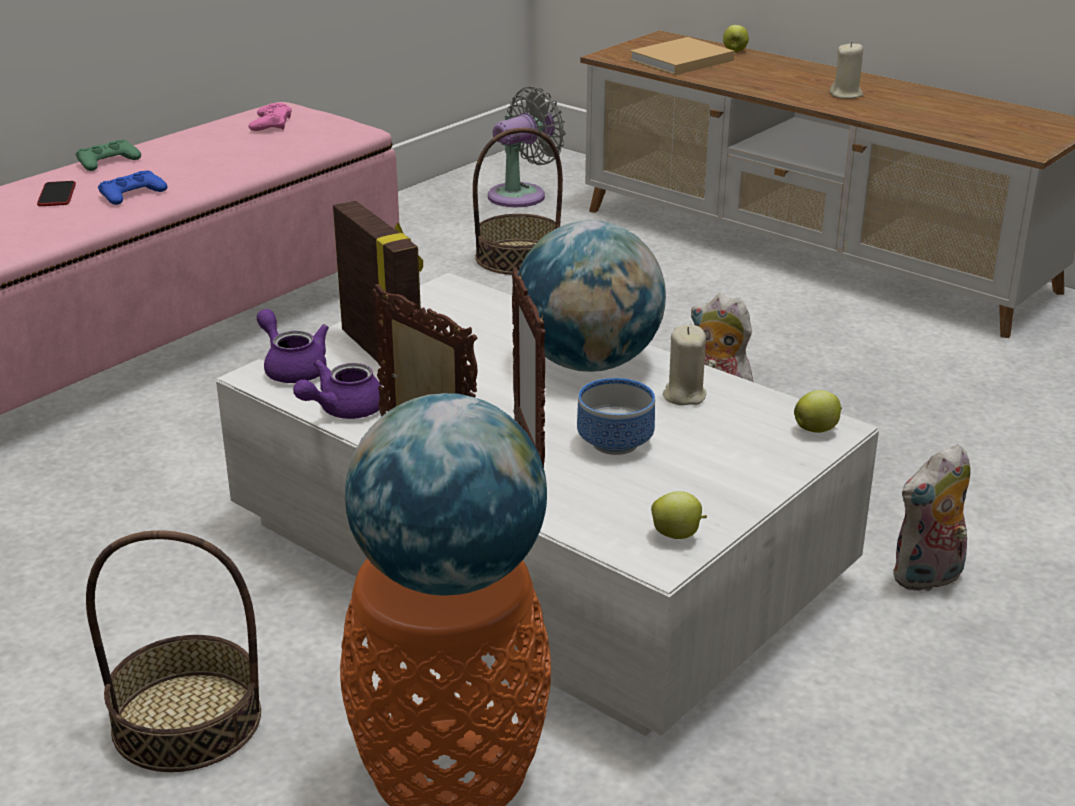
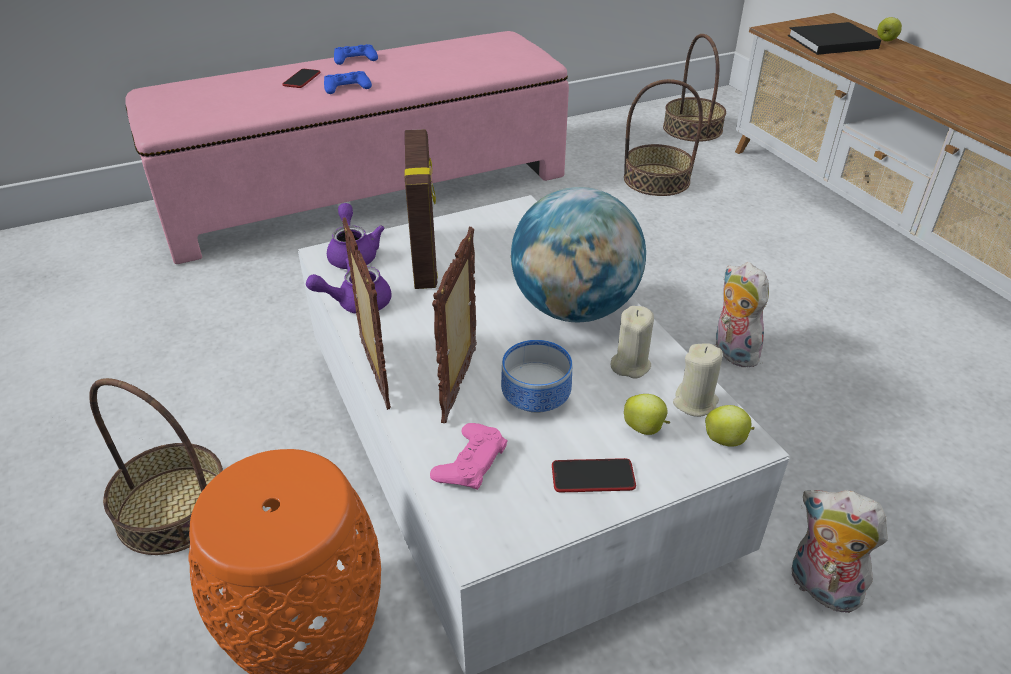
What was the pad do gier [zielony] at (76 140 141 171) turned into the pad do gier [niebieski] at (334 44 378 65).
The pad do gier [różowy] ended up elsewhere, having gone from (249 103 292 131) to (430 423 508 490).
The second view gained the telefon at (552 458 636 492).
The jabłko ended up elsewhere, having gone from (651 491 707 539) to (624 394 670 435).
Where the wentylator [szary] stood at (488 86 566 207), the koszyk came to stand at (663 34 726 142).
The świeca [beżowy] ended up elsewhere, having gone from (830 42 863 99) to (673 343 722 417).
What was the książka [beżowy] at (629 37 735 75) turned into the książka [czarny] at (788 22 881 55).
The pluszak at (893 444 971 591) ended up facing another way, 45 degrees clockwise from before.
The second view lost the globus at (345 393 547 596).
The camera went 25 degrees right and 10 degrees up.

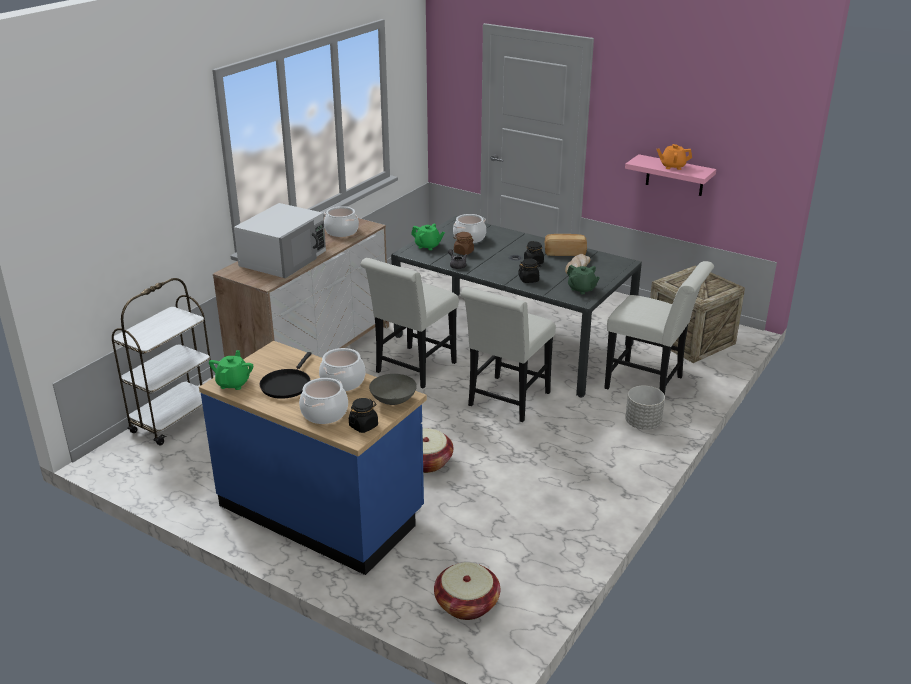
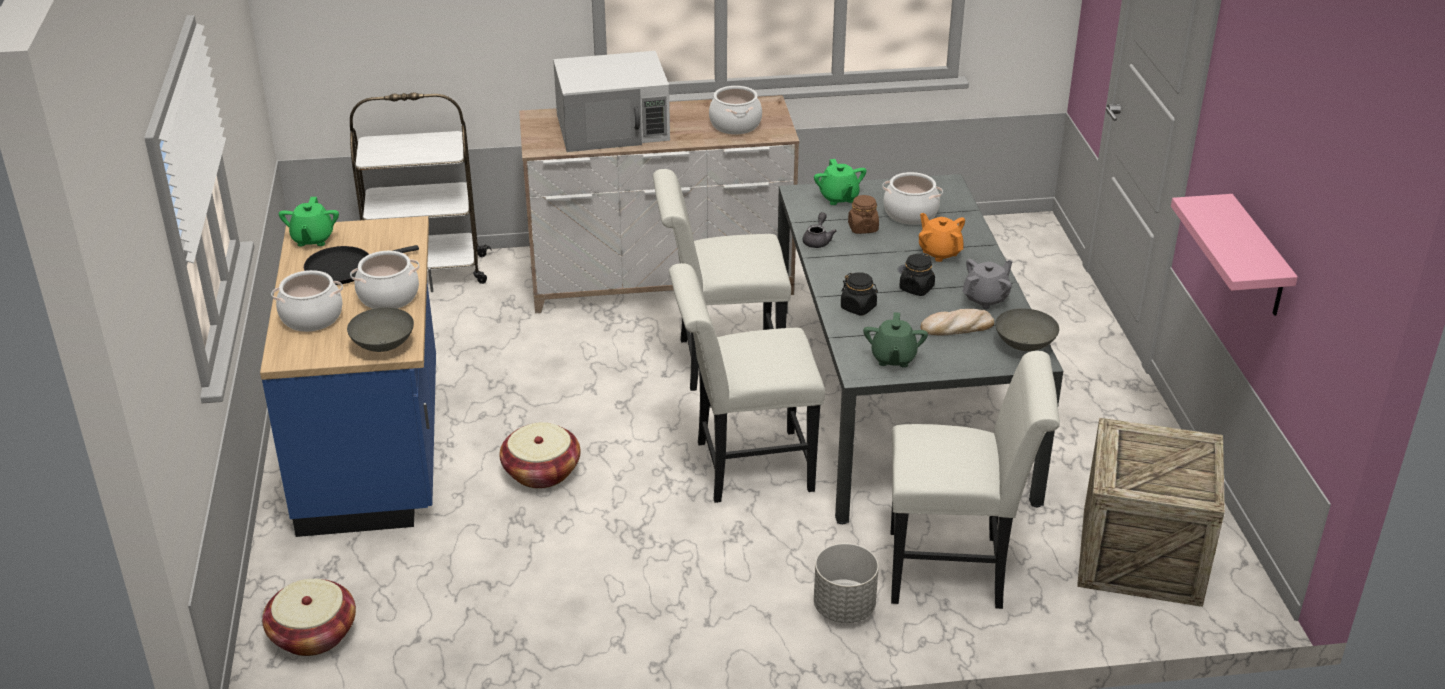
The imbryk [zielony] at (209 350 253 390) ended up facing another way, 120 degrees clockwise from before.
The krzesło [biały] at (604 261 714 395) ended up facing another way, 75 degrees counterclockwise from before.
The imbryk [pomarańczowy] ended up elsewhere, having gone from (657 144 692 170) to (919 213 965 262).
Where the chleb stood at (545 234 587 256), the imbryk [szary] came to stand at (962 259 1012 309).
The second view gained the miska [szary] at (995 308 1059 351).
The second view lost the słoik [czarny] at (349 398 378 433).
The camera went 50 degrees right and 5 degrees up.

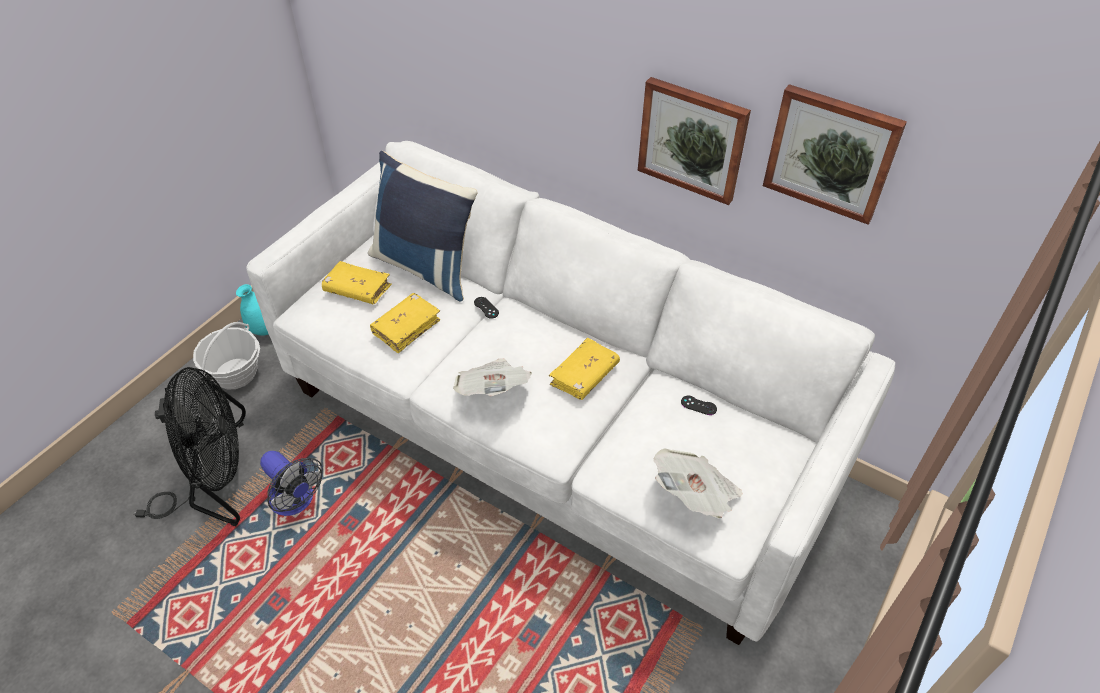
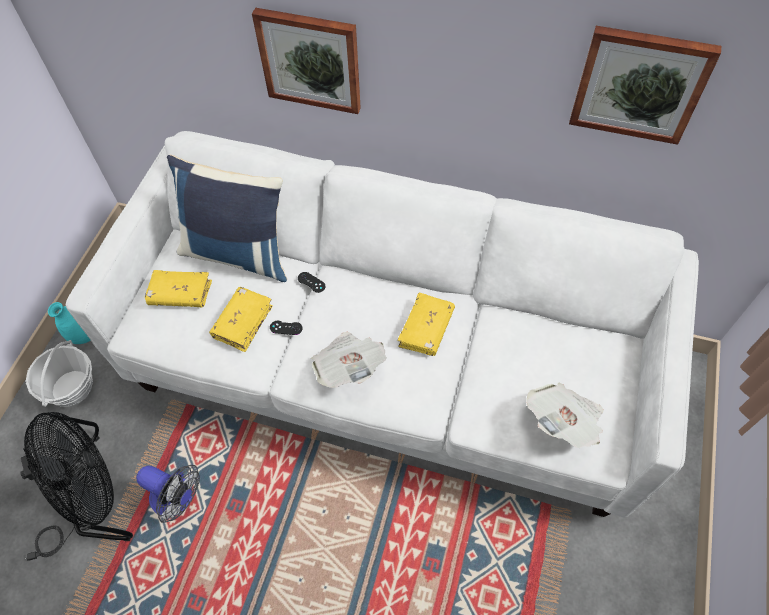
The obraz ended up elsewhere, having gone from (638 77 751 205) to (252 8 361 114).
The pad do gier [czarny] ended up elsewhere, having gone from (681 396 717 415) to (270 321 303 335).
The camera went 15 degrees left and 10 degrees up.

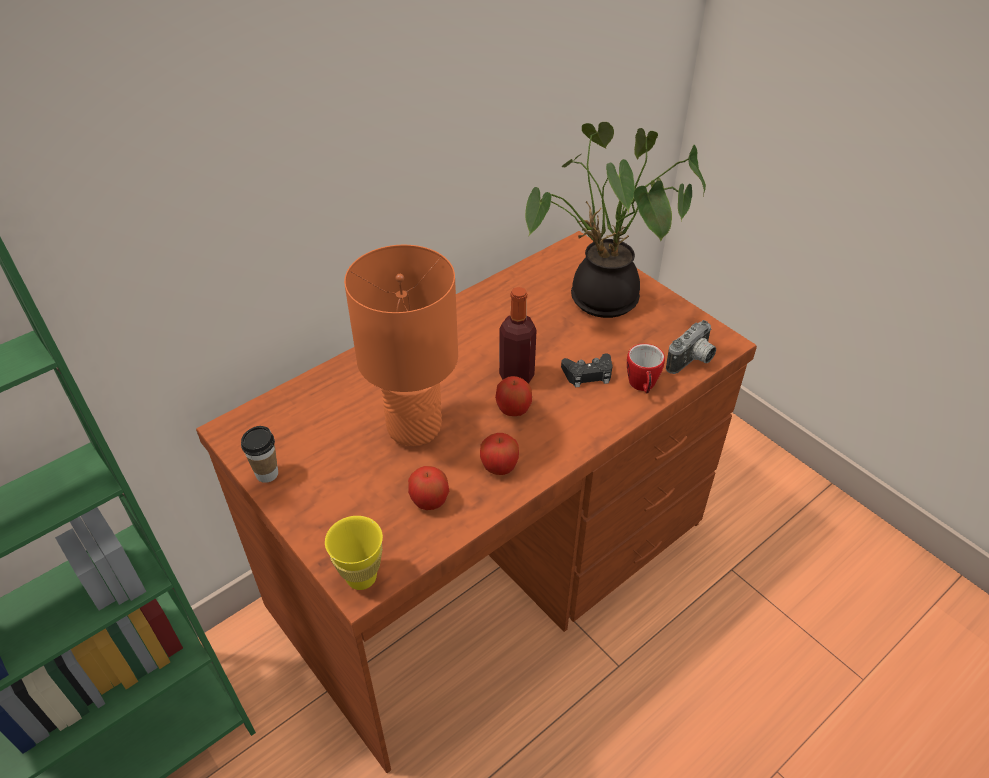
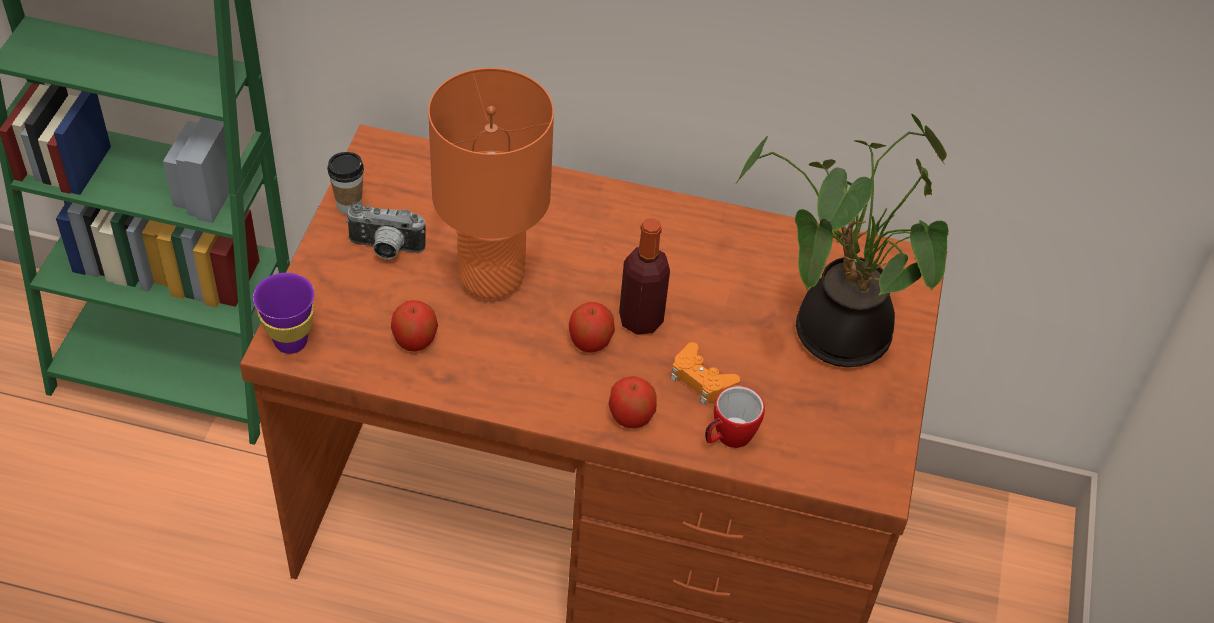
What was the filiżanka [żółty] at (325 516 383 590) turned into the filiżanka [fioletowy] at (253 273 314 354).
The aparat fotograficzny ended up elsewhere, having gone from (666 320 716 374) to (345 203 426 259).
The jabłko ended up elsewhere, having gone from (480 433 519 475) to (608 376 657 428).
What was the pad do gier [czarny] at (561 353 613 387) turned into the pad do gier [pomarańczowy] at (671 342 740 405).
The camera went 50 degrees right and 5 degrees up.

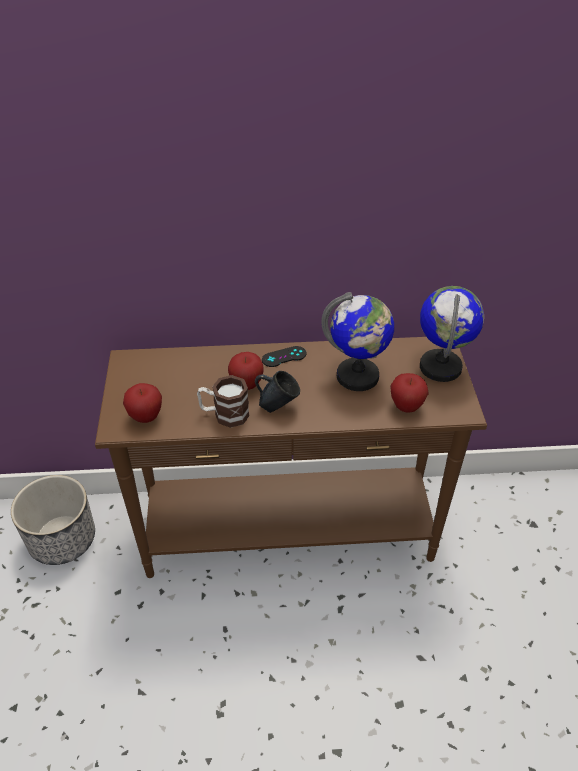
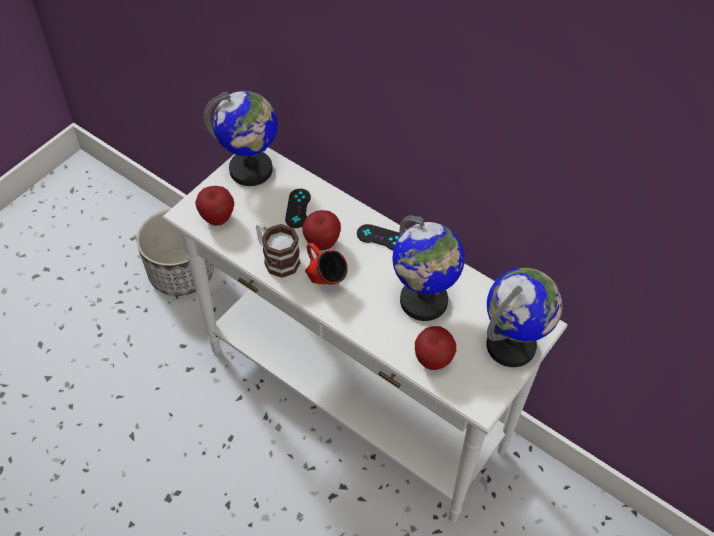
What was the stolik konsolowy [brązowy] at (95 337 487 578) turned into the stolik konsolowy [biały] at (162 147 568 522).
The second view gained the globus at (203 91 278 186).
The second view gained the pad do gier [czarny] at (285 189 311 228).
What was the kubek [niebieski] at (255 371 300 413) turned into the kubek [czerwony] at (305 243 348 284).
The camera went 40 degrees right and 10 degrees up.

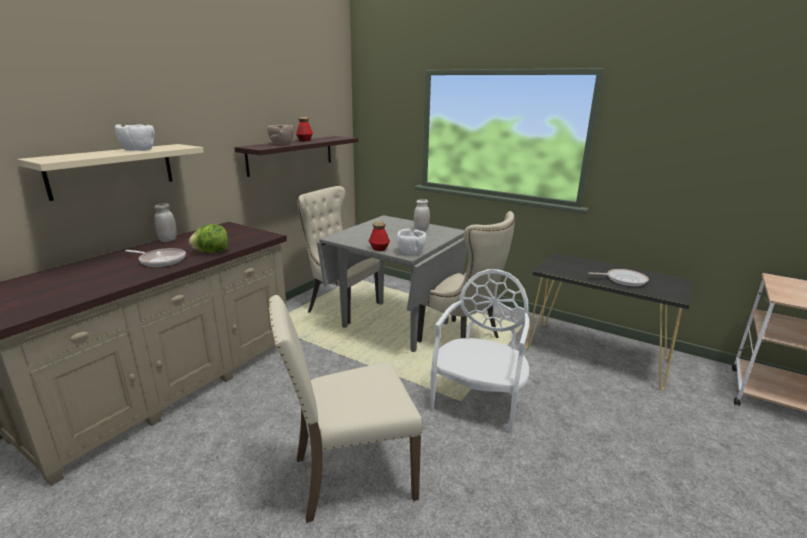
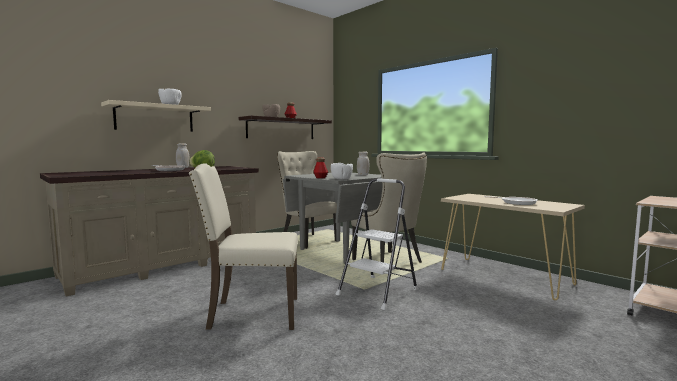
Where the krzesło [biały] stood at (430 269 530 434), the drabinka [biały] came to stand at (335 178 419 310).
What was the stolik konsolowy [czarny] at (525 253 692 390) turned into the stolik konsolowy [beżowy] at (441 194 585 300).
The camera went 15 degrees right and 15 degrees down.

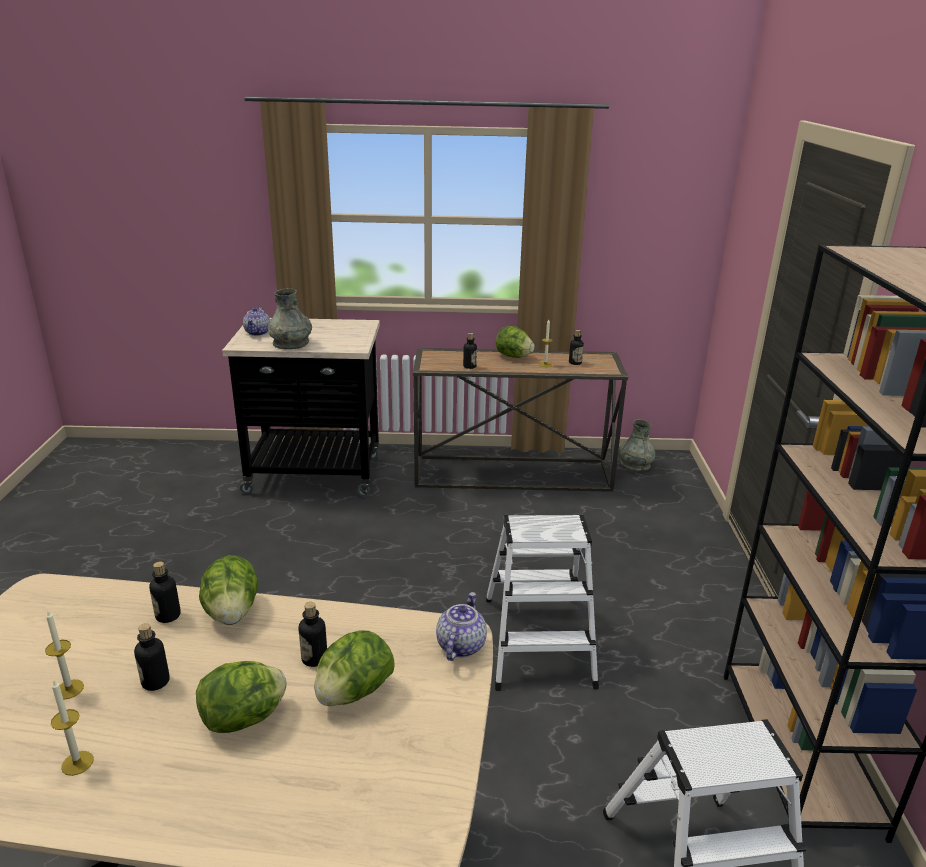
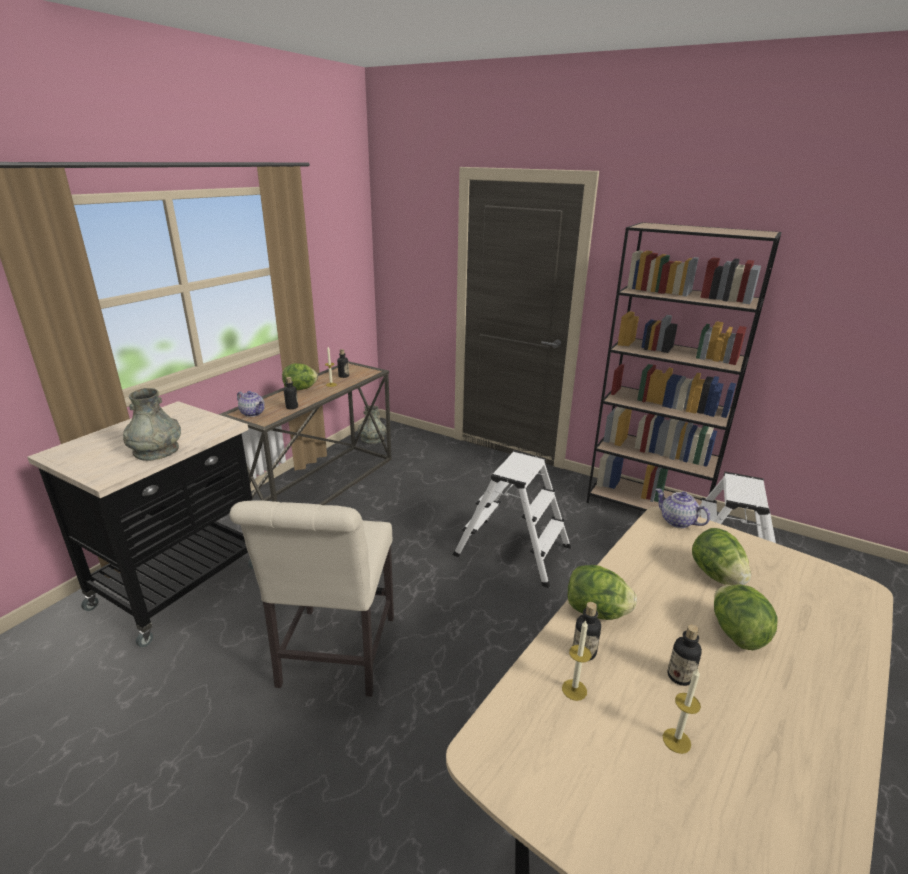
The second view gained the krzesło [beżowy] at (230 500 394 697).
The imbryk ended up elsewhere, having gone from (243 307 270 336) to (237 391 265 417).
The świeca ended up elsewhere, having gone from (51 680 94 776) to (562 620 591 701).
The second view lost the butelka at (298 602 327 667).
The camera went 60 degrees left and 0 degrees up.

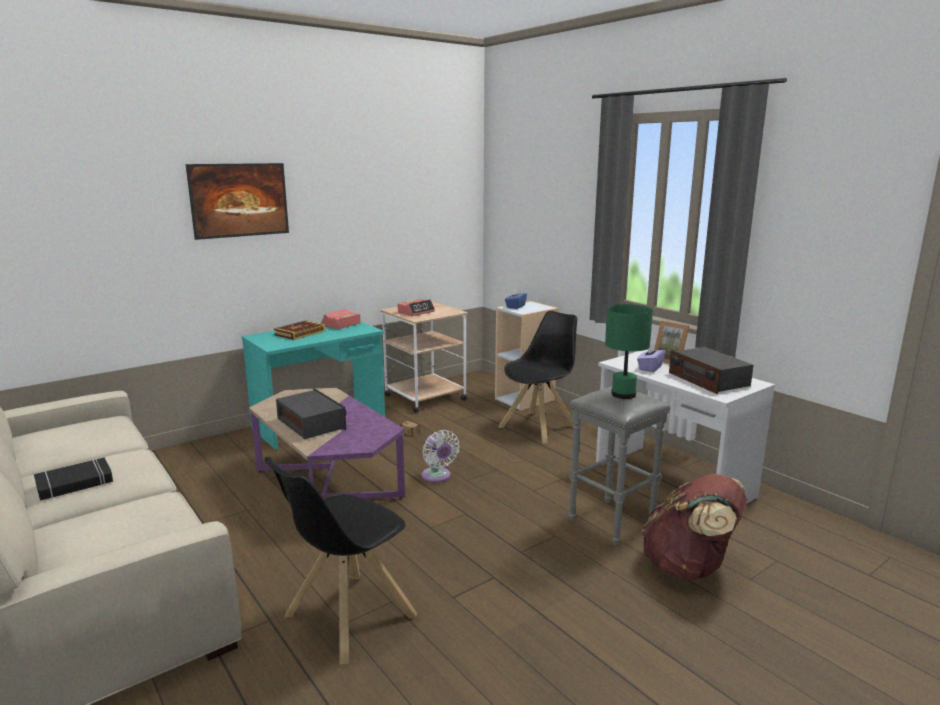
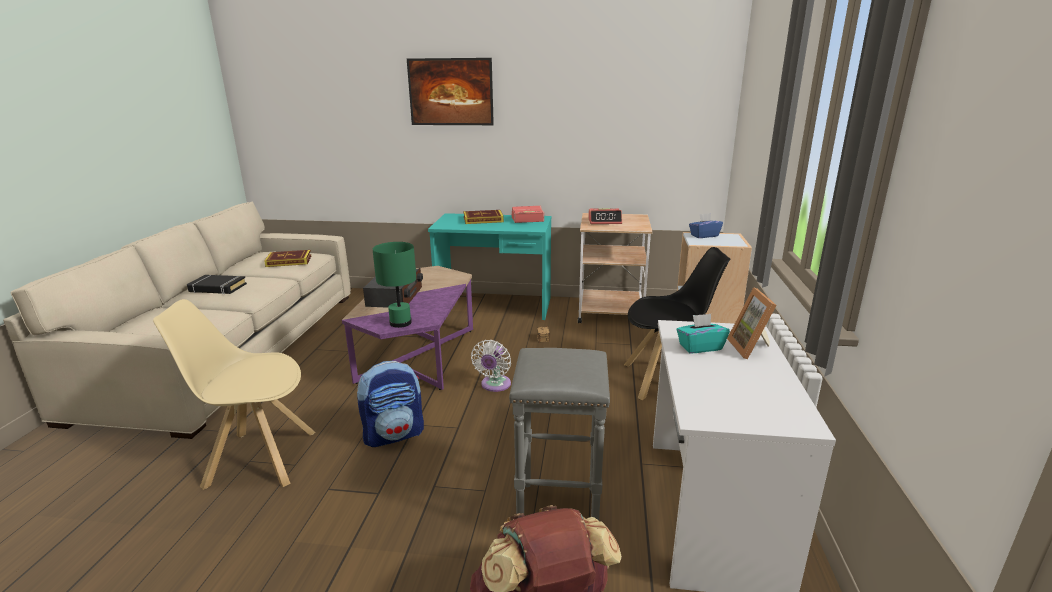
What was the krzesło [czarny] at (265 457 417 664) turned into the krzesło [beżowy] at (153 299 316 490).
The second view gained the książka at (264 250 311 267).
The second view gained the plecak at (357 361 424 447).
The lampa stołowa [zielony] ended up elsewhere, having gone from (605 304 653 399) to (373 242 416 328).
What was the pudełko chusteczek [fioletowy] at (637 343 665 372) turned into the pudełko chusteczek [turkusowy] at (677 314 730 353).
The second view lost the radio at (669 347 753 394).
The camera went 45 degrees right and 5 degrees up.

